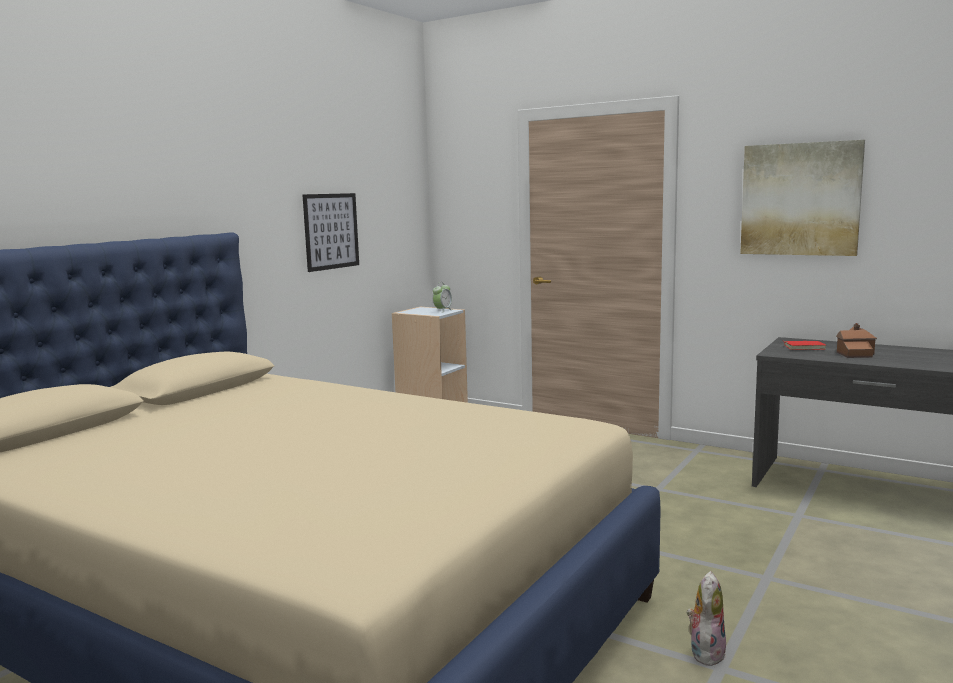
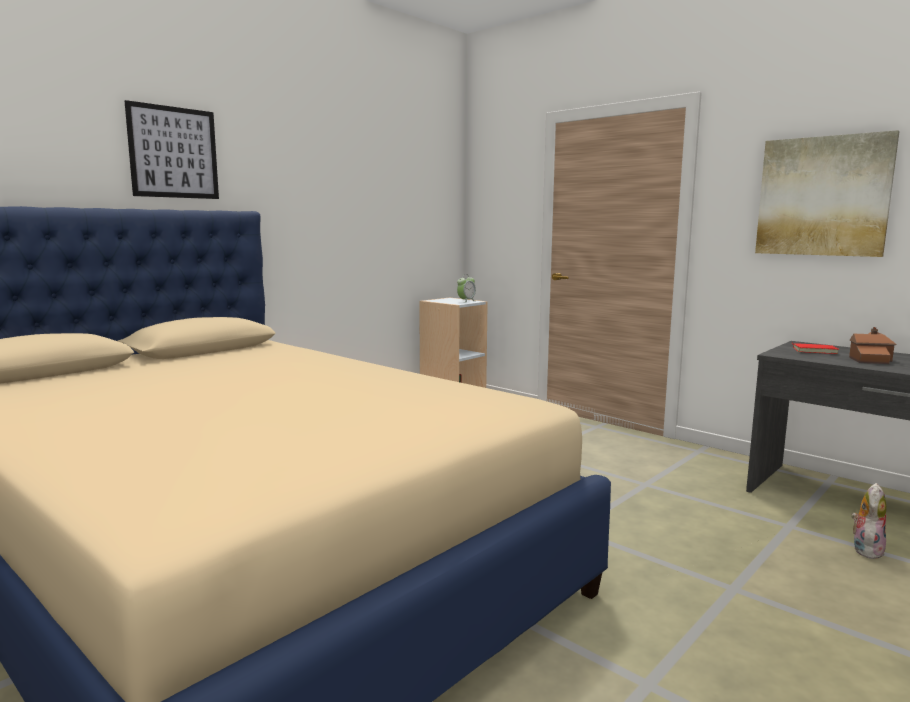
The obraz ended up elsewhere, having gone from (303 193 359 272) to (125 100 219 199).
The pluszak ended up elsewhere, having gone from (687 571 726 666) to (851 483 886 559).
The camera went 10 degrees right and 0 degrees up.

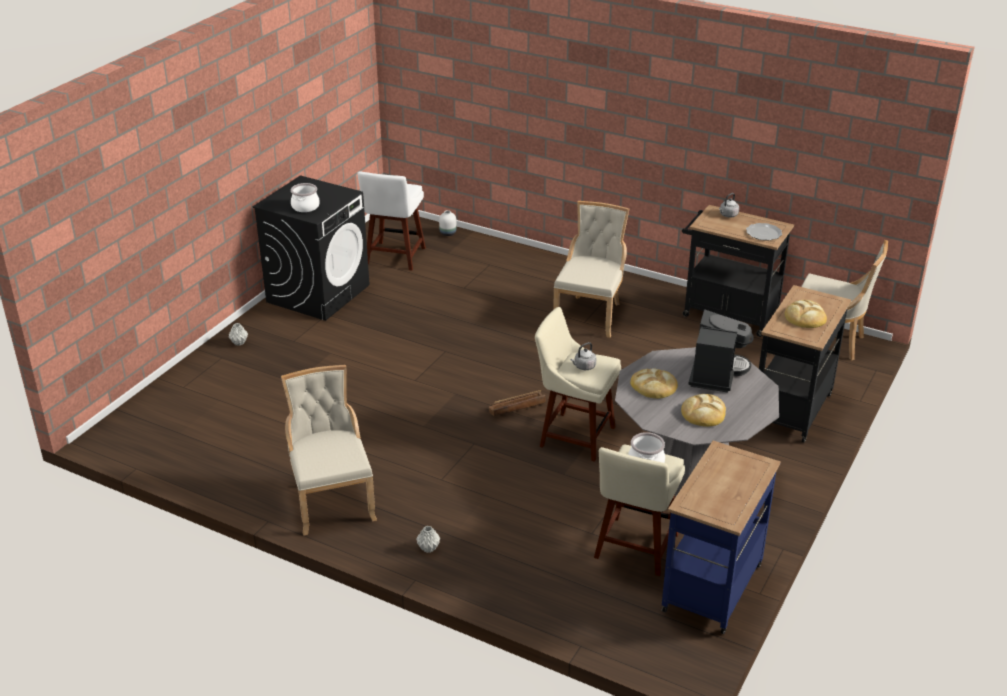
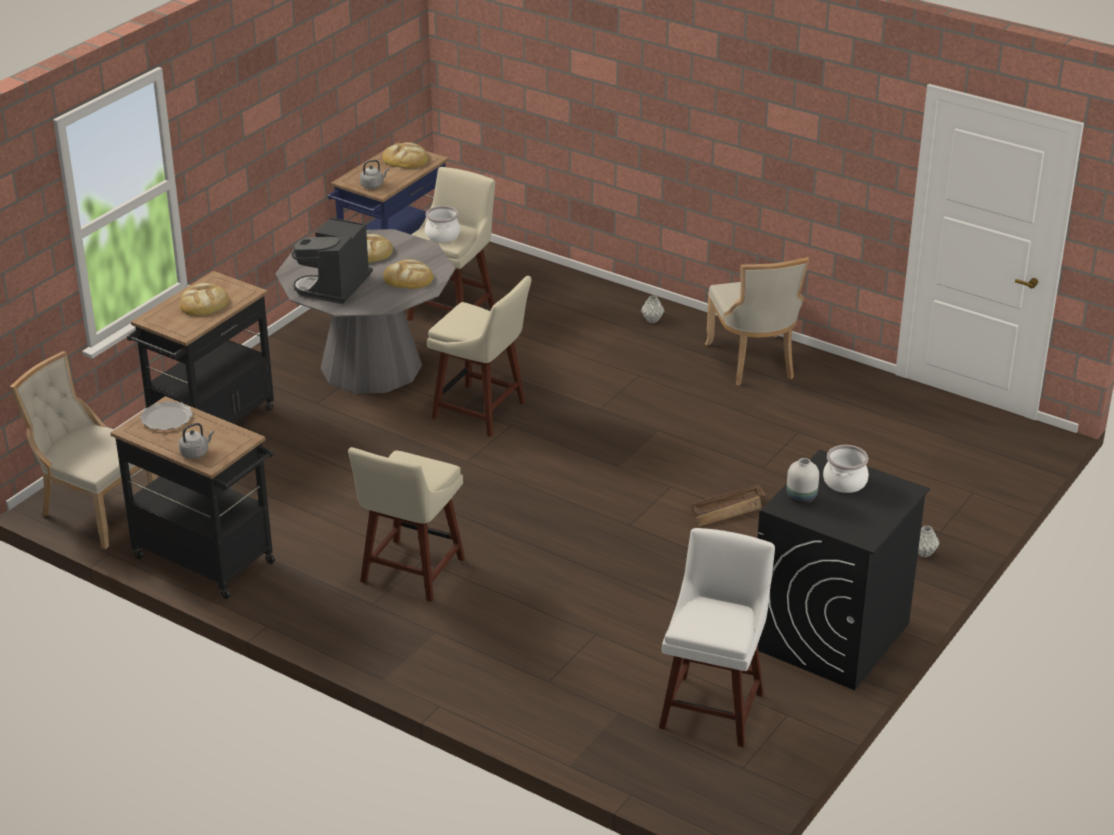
Where the krzesło [beżowy] stood at (553 201 629 338), the stołek [beżowy] came to stand at (348 447 465 602).
The czajnik [szary] ended up elsewhere, having gone from (570 342 597 370) to (360 160 389 189).
The second view gained the chleb at (383 142 428 169).
The skrzynka ended up elsewhere, having gone from (489 390 546 416) to (691 484 766 526).
The wazon [biały] ended up elsewhere, having gone from (439 210 457 236) to (786 458 819 504).
The camera went 175 degrees left and 0 degrees up.

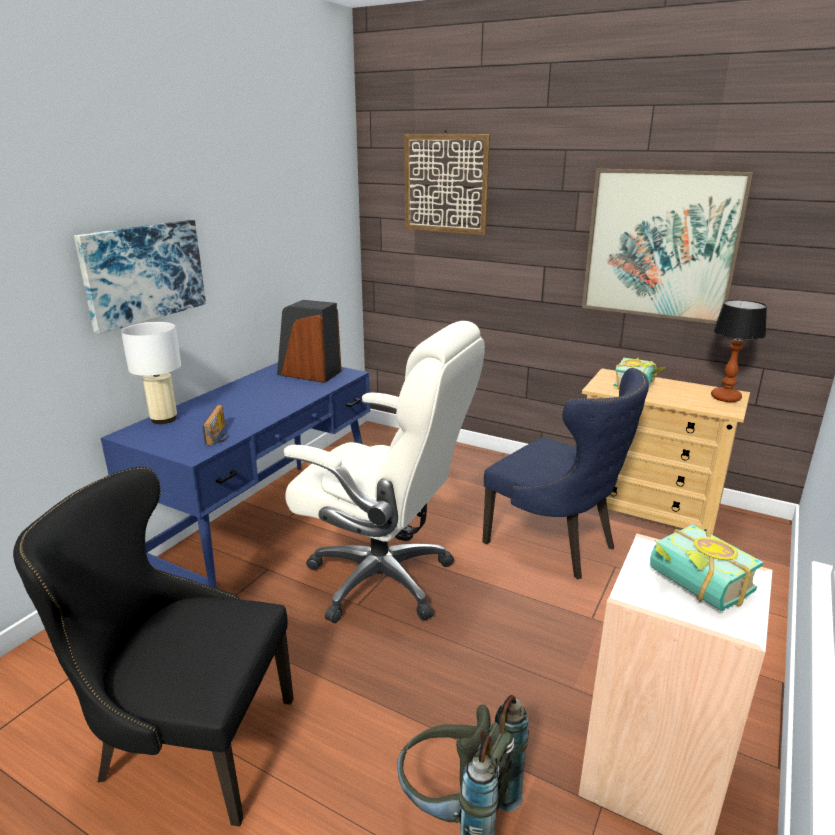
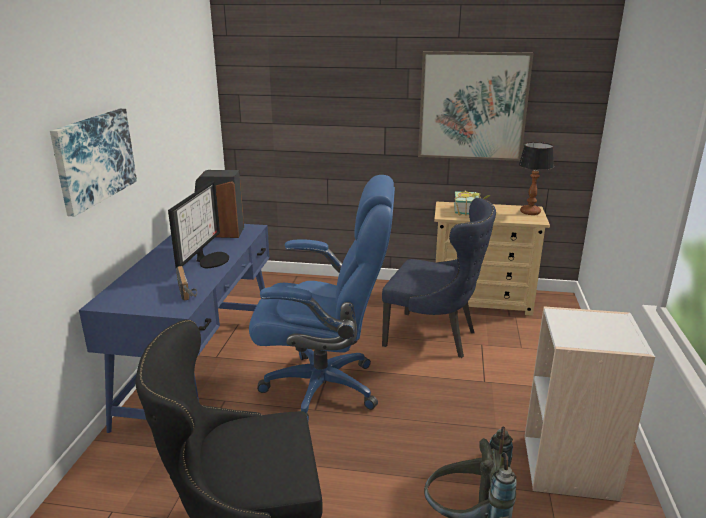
The second view gained the monitor at (168 181 229 268).
What was the krzesło biurowe [biały] at (284 321 485 623) turned into the krzesło biurowe [niebieski] at (249 175 395 421).
The second view lost the lampa stołowa [biały] at (121 322 181 424).
The second view lost the obraz at (404 130 490 235).
The second view lost the książka at (650 524 763 611).
The camera went 20 degrees left and 0 degrees up.

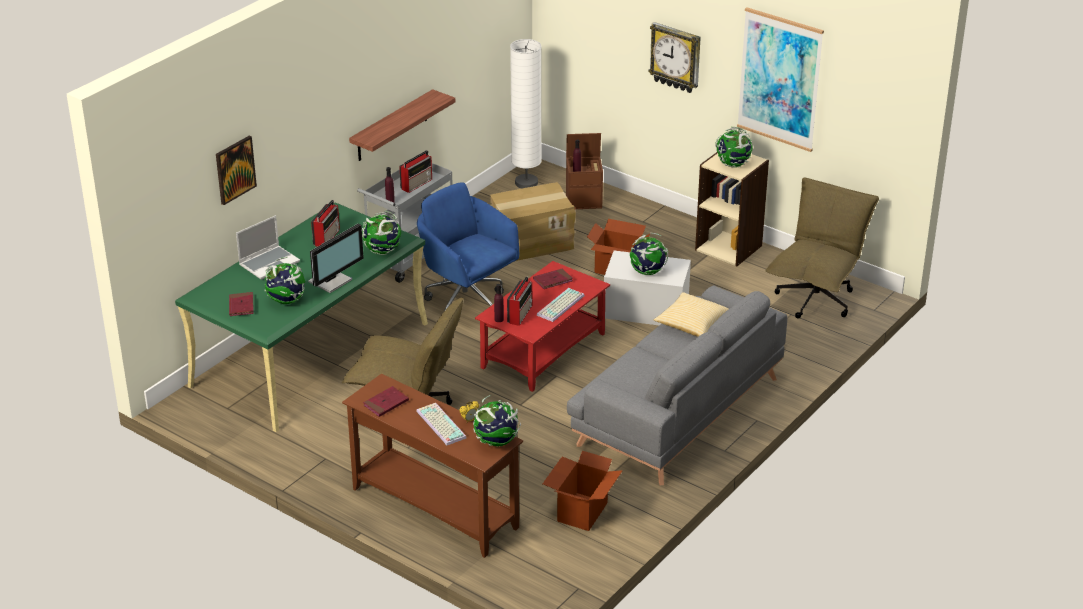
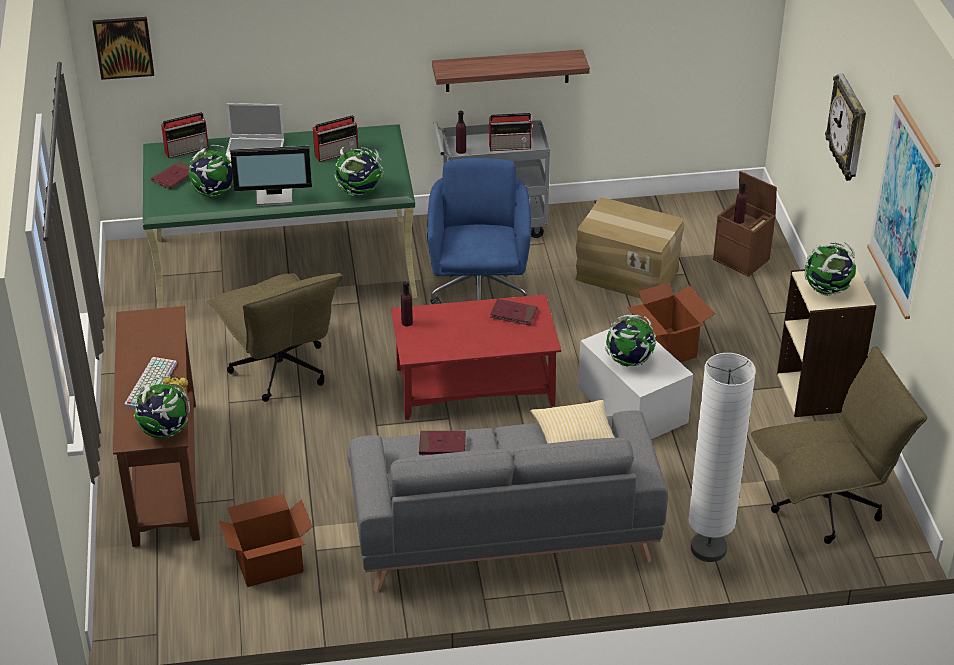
The obraz ended up elsewhere, having gone from (216 136 257 205) to (93 17 154 80).
The radio ended up elsewhere, having gone from (507 276 532 326) to (161 112 209 158).
The książka [czerwony] ended up elsewhere, having gone from (363 386 409 417) to (419 431 466 455).
The lampa stojąca [biały] ended up elsewhere, having gone from (510 39 542 189) to (688 353 756 562).
The second view lost the klawiatura at (537 288 585 322).
The camera went 45 degrees right and 5 degrees up.

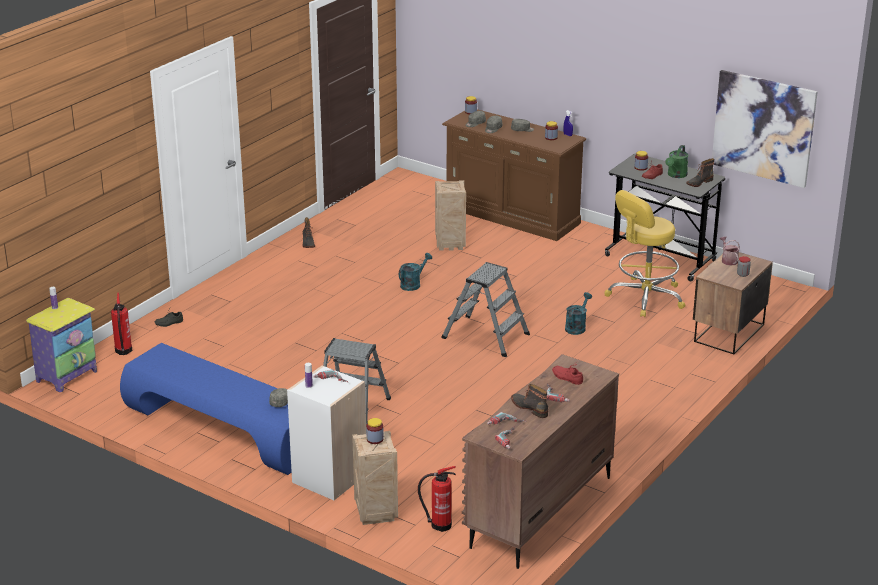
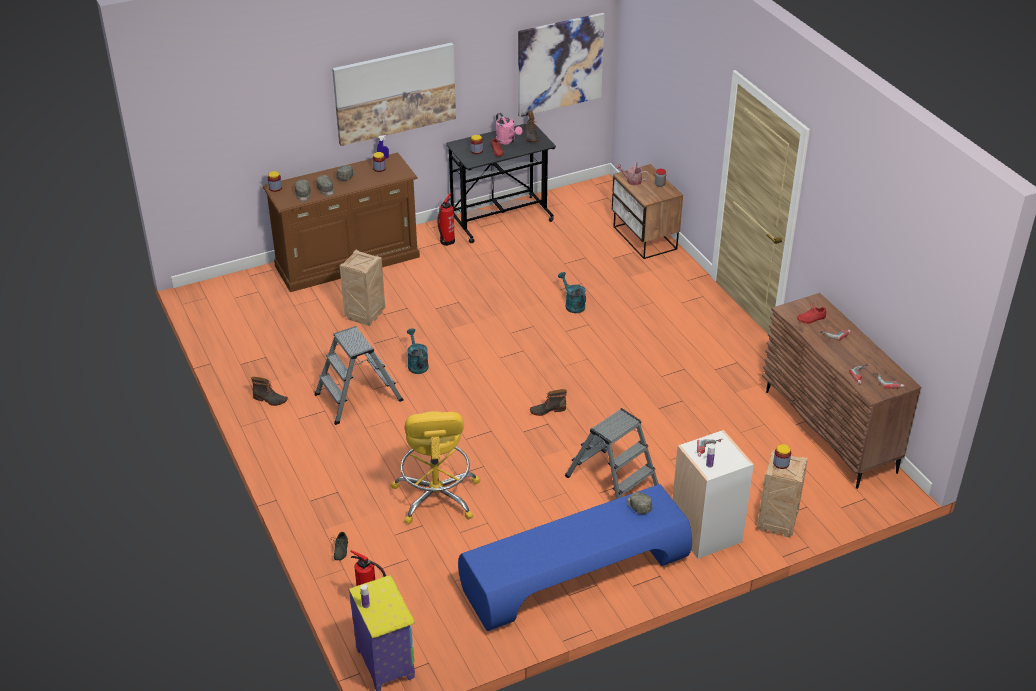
The drabinka [szary] ended up elsewhere, having gone from (441 262 530 357) to (314 326 404 425).
The second view gained the obraz at (332 42 456 146).
The stołek [żółty] ended up elsewhere, having gone from (604 190 686 317) to (391 411 481 524).
The gaśnica ended up elsewhere, having gone from (418 466 456 532) to (437 193 455 246).
What was the konewka [zielony] at (666 145 688 178) turned into the konewka [różowy] at (496 113 522 145).
The but z cholewką ended up elsewhere, having gone from (511 384 548 418) to (530 389 567 416).
The camera went 60 degrees left and 10 degrees up.

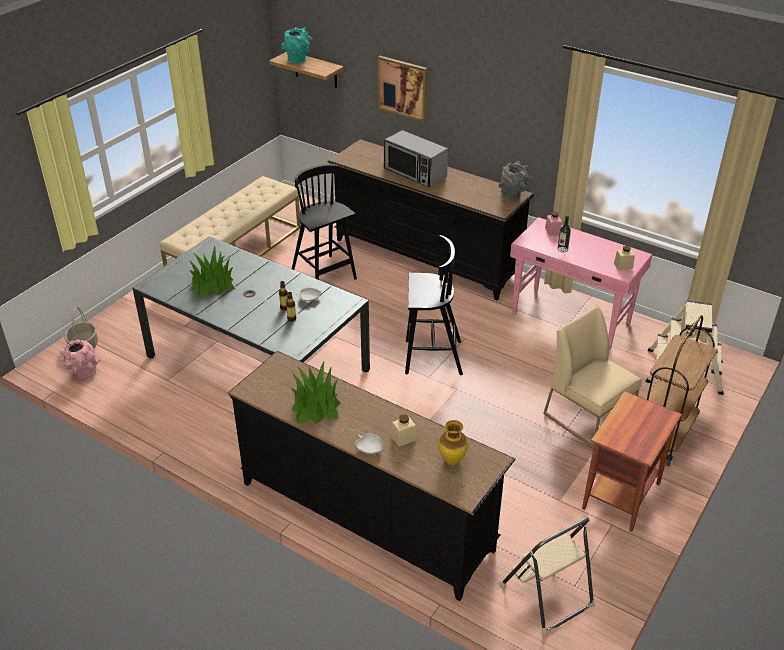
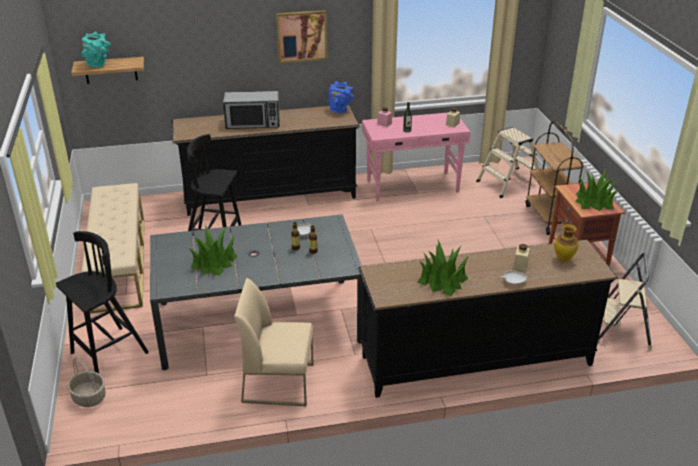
The stołek [czarny] ended up elsewhere, having gone from (405 235 463 375) to (56 231 149 373).
The krzesło [beżowy] ended up elsewhere, having gone from (543 305 642 449) to (234 278 313 406).
The obraz ended up elsewhere, having gone from (378 56 427 122) to (276 10 327 63).
What was the wazon [szary] at (499 161 532 200) turned into the wazon [niebieski] at (325 81 355 114).
The second view gained the roślina doniczkowa at (575 168 619 211).
The second view lost the wazon [różowy] at (60 340 101 379).
The camera went 45 degrees left and 5 degrees down.

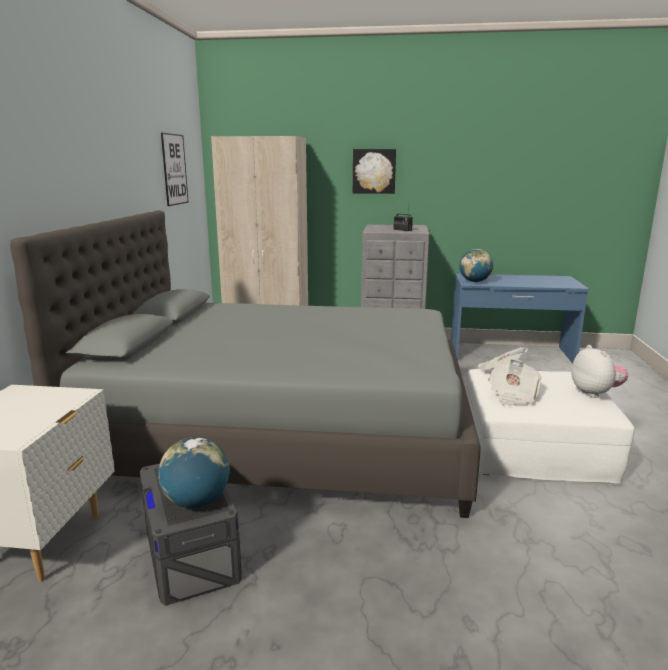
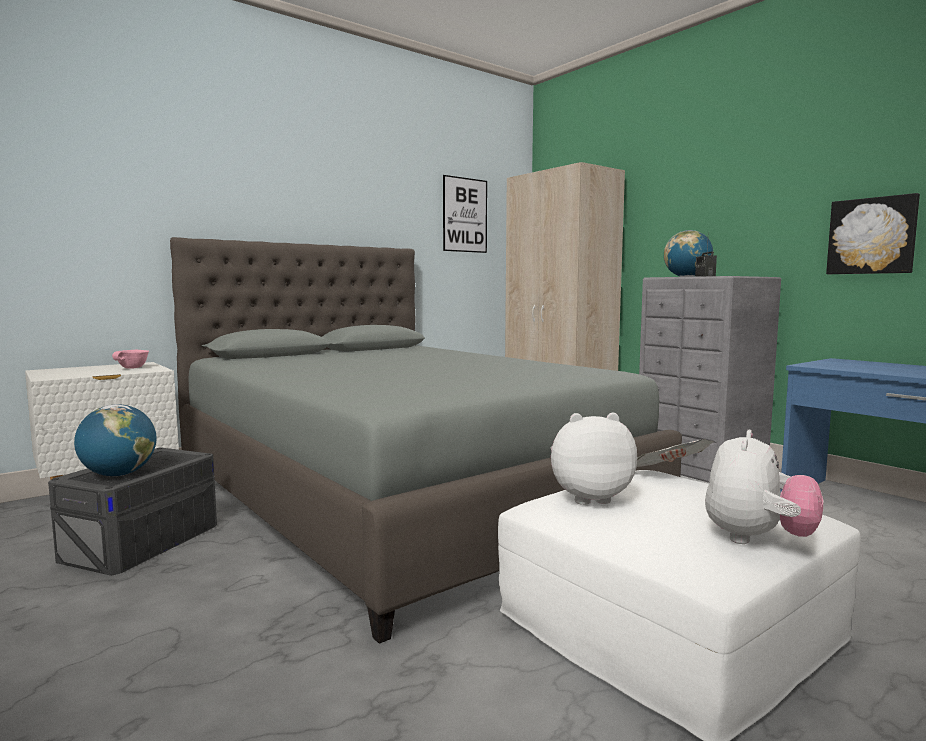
The second view gained the miska [różowy] at (112 350 149 369).
Where the gazeta stood at (488 359 542 406), the pluszak came to stand at (551 413 637 505).
The globus ended up elsewhere, having gone from (459 249 493 282) to (664 230 713 277).
The obraz ended up elsewhere, having gone from (353 149 396 194) to (826 193 920 274).
The camera went 45 degrees right and 10 degrees down.

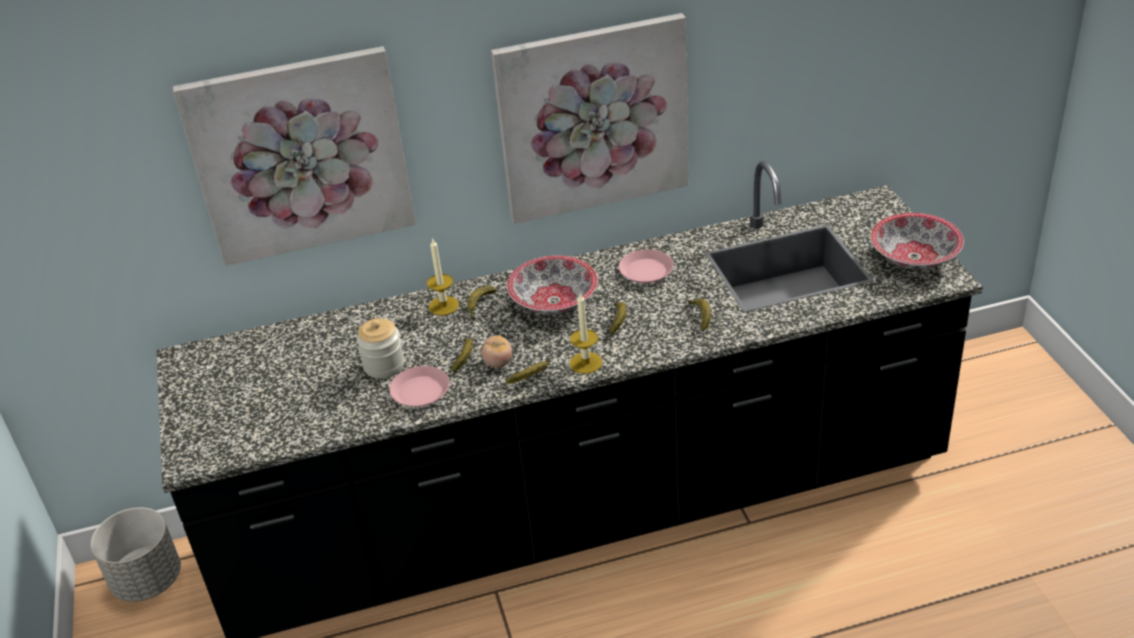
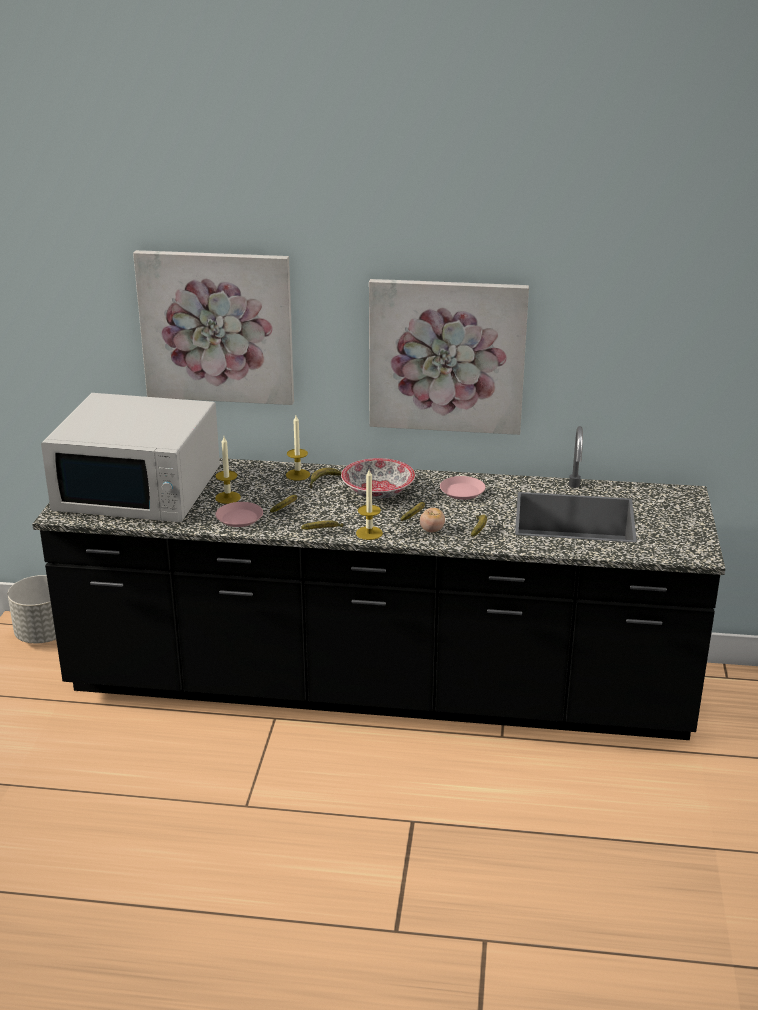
The second view gained the mikrofalówka [biały] at (41 393 220 522).
Where the słoik stood at (357 318 404 378), the świeca came to stand at (215 437 241 504).
The pomidor ended up elsewhere, having gone from (481 335 512 368) to (420 508 445 532).
The second view lost the miska at (871 213 964 270).
The camera went 20 degrees right and 10 degrees down.

